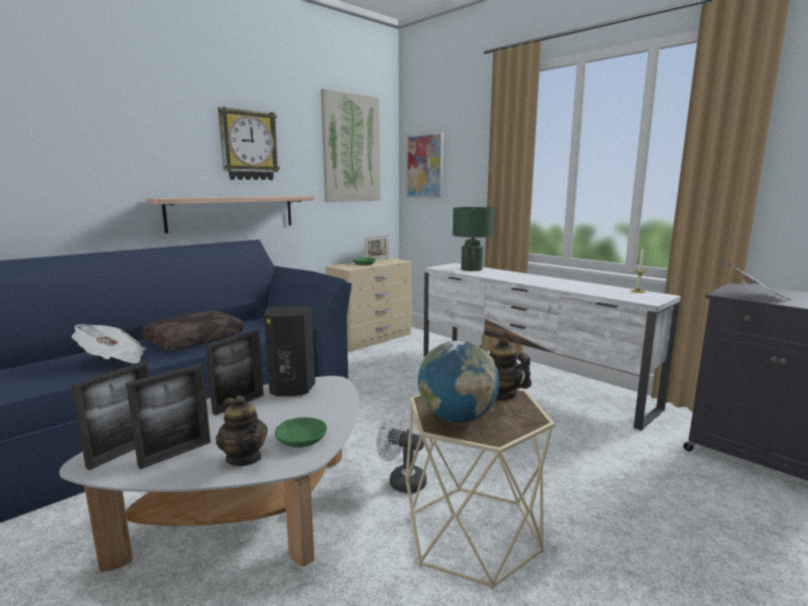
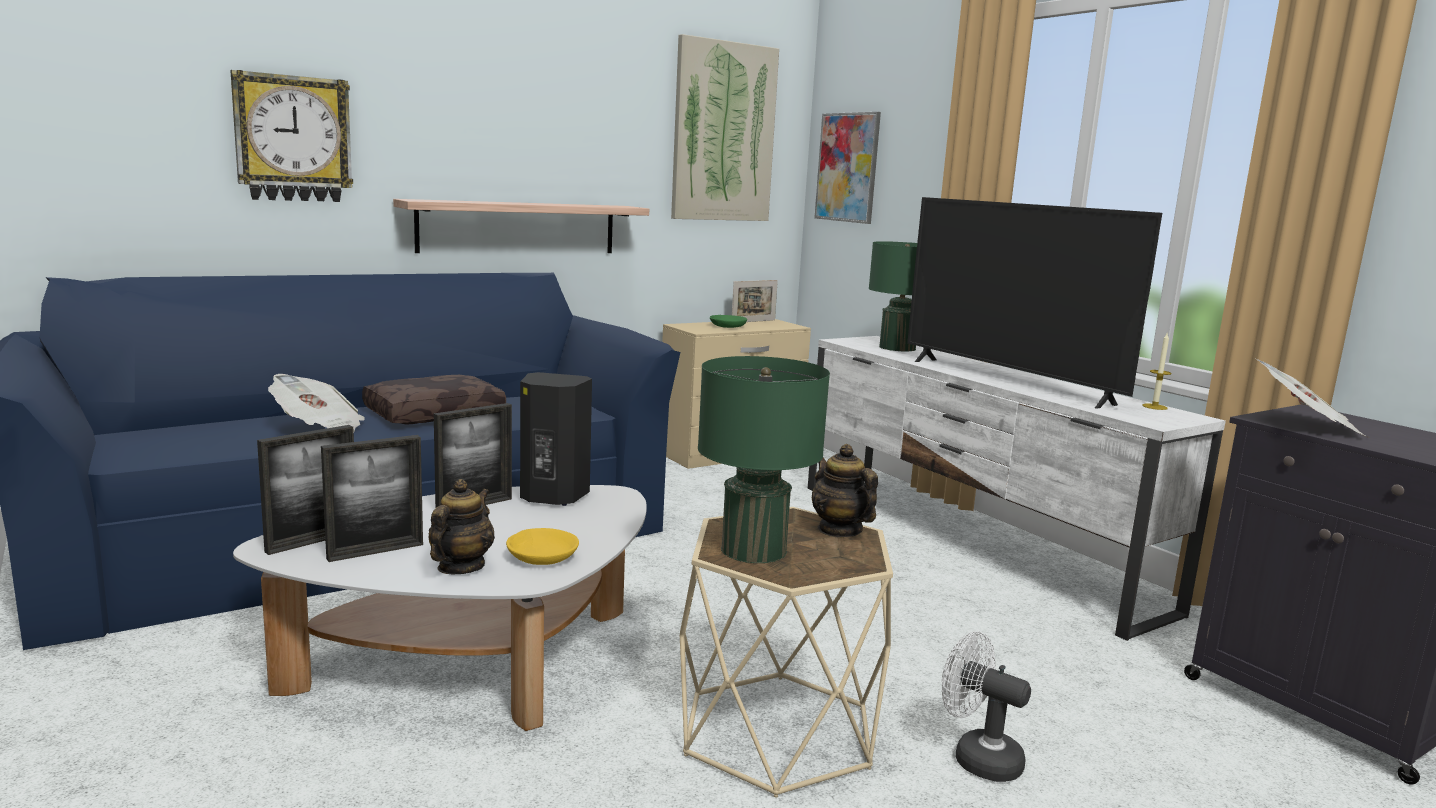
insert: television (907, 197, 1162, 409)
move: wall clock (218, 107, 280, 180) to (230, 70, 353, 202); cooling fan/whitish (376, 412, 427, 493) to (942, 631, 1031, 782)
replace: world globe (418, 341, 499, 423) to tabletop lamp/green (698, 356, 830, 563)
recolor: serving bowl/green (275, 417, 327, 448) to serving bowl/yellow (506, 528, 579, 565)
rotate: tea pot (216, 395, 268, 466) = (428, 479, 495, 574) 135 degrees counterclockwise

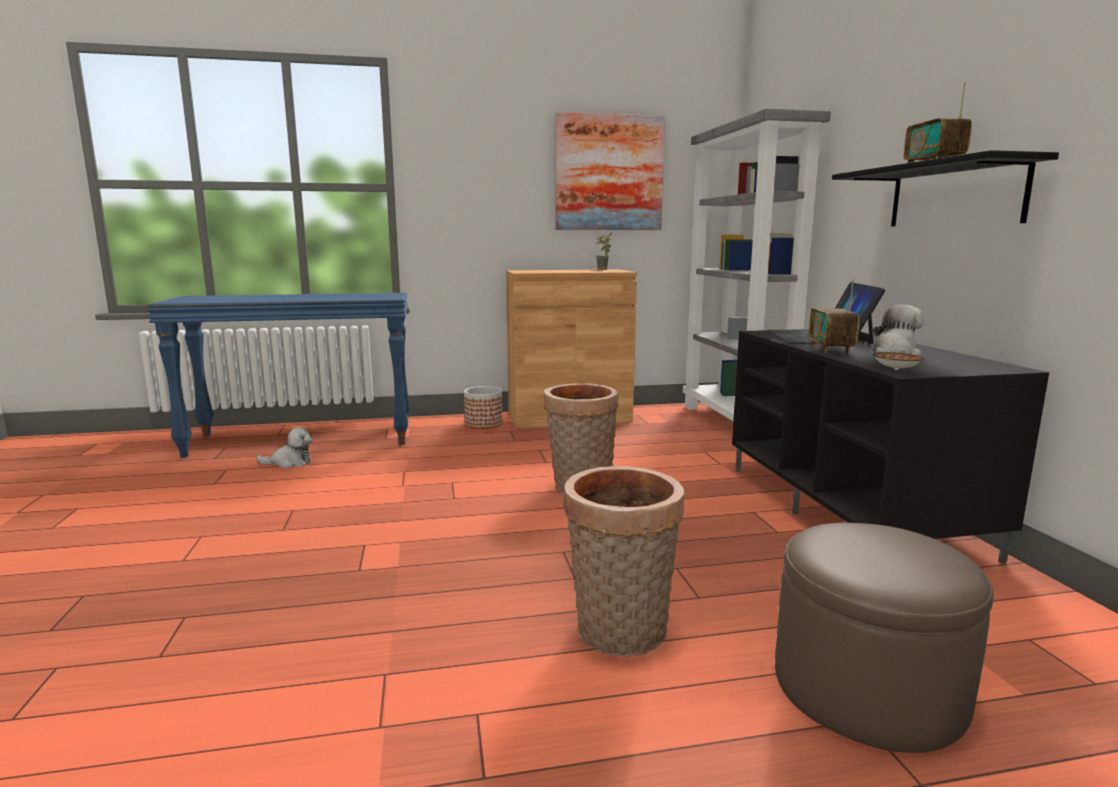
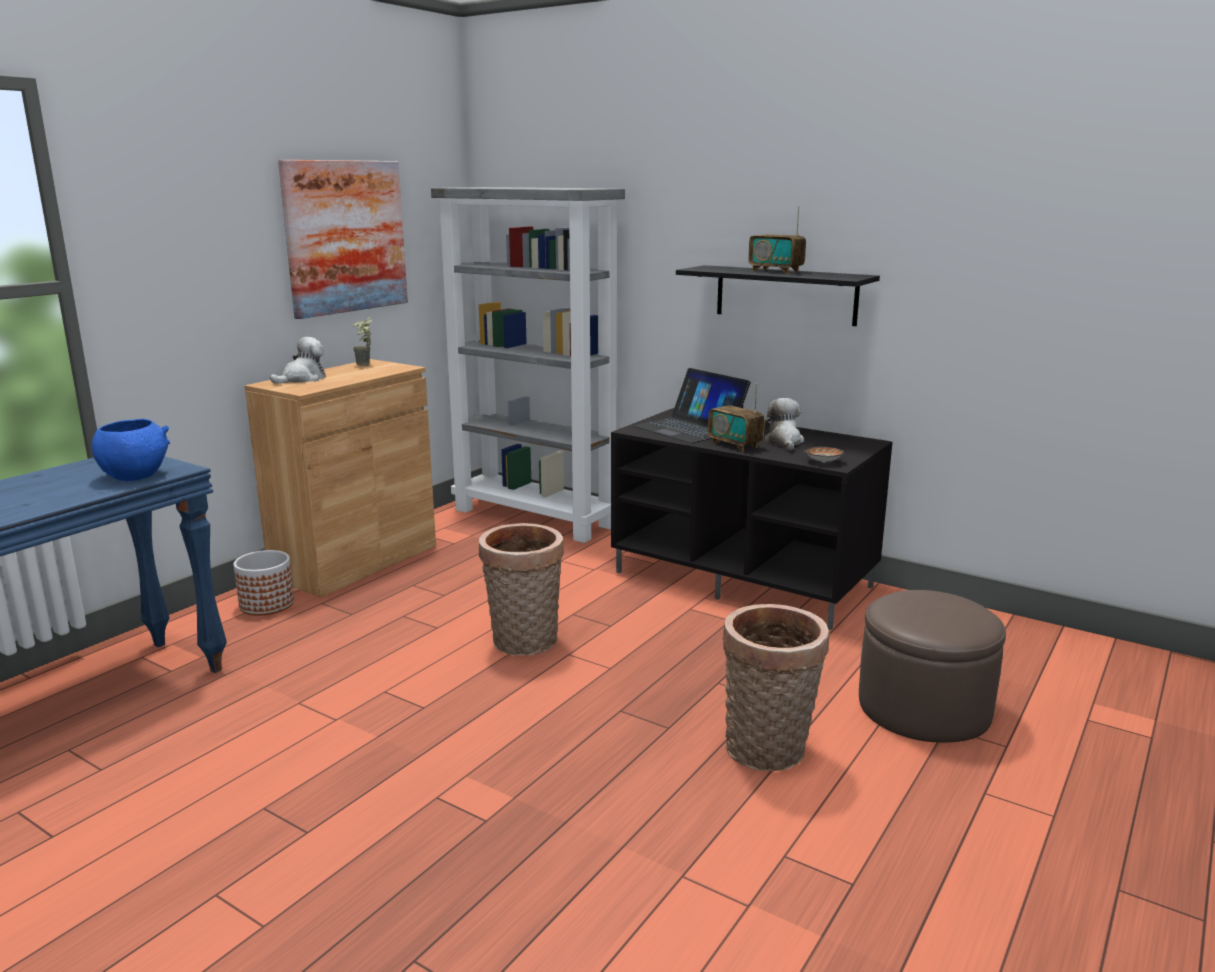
insert: serving bowl/blue (92, 419, 170, 481)
move: soft toy (257, 427, 312, 469) to (270, 337, 326, 384)

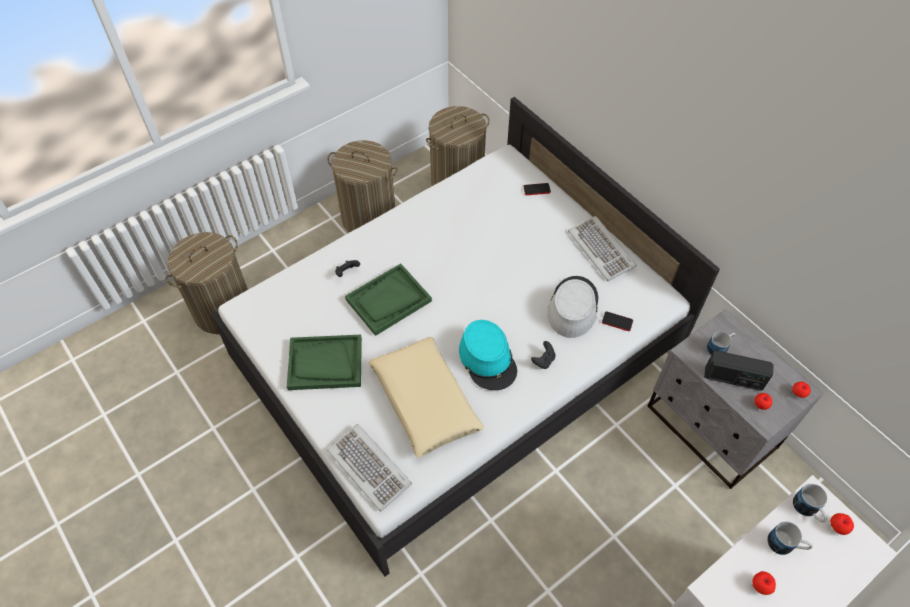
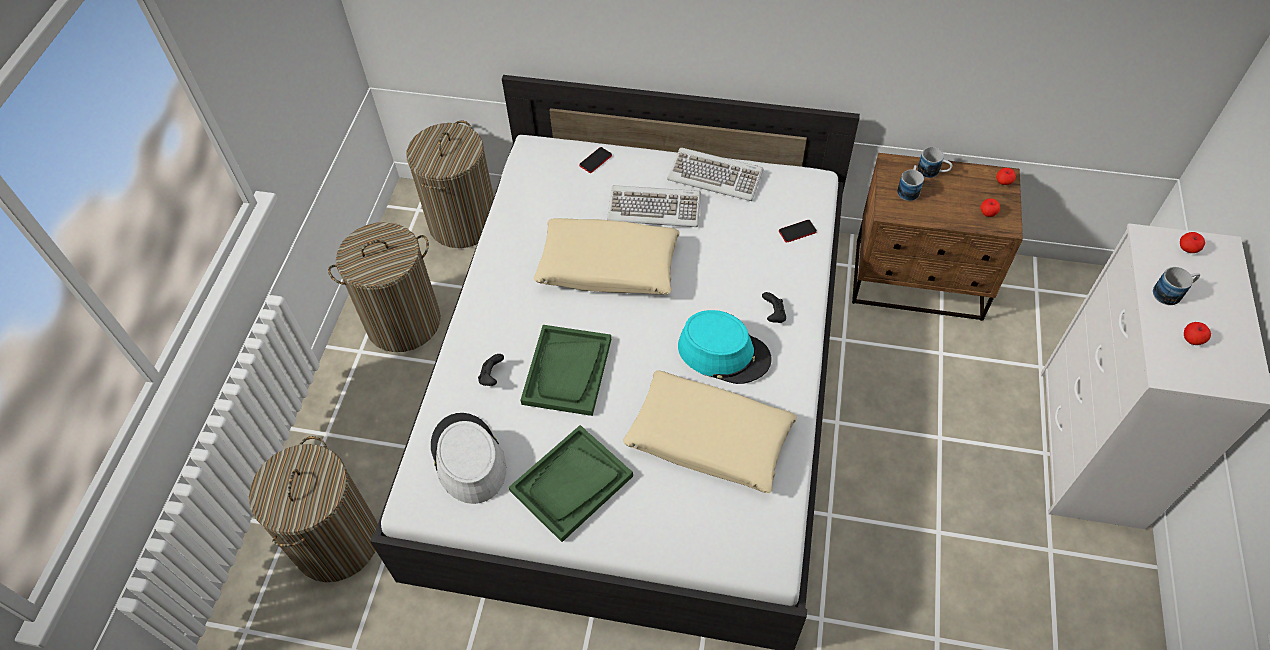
delete: radio receiver (704, 350, 774, 391)
insert: cushion/beige (533, 218, 680, 295)
move: computer keyboard (327, 424, 412, 512) to (607, 185, 701, 227); wearable hat/greyish (548, 276, 598, 338) to (431, 413, 506, 504); tea mug (793, 484, 827, 523) to (917, 147, 953, 178)
recolor: bedside table/greyish (648, 309, 824, 489) to bedside table/brown-coloured (852, 153, 1023, 321)

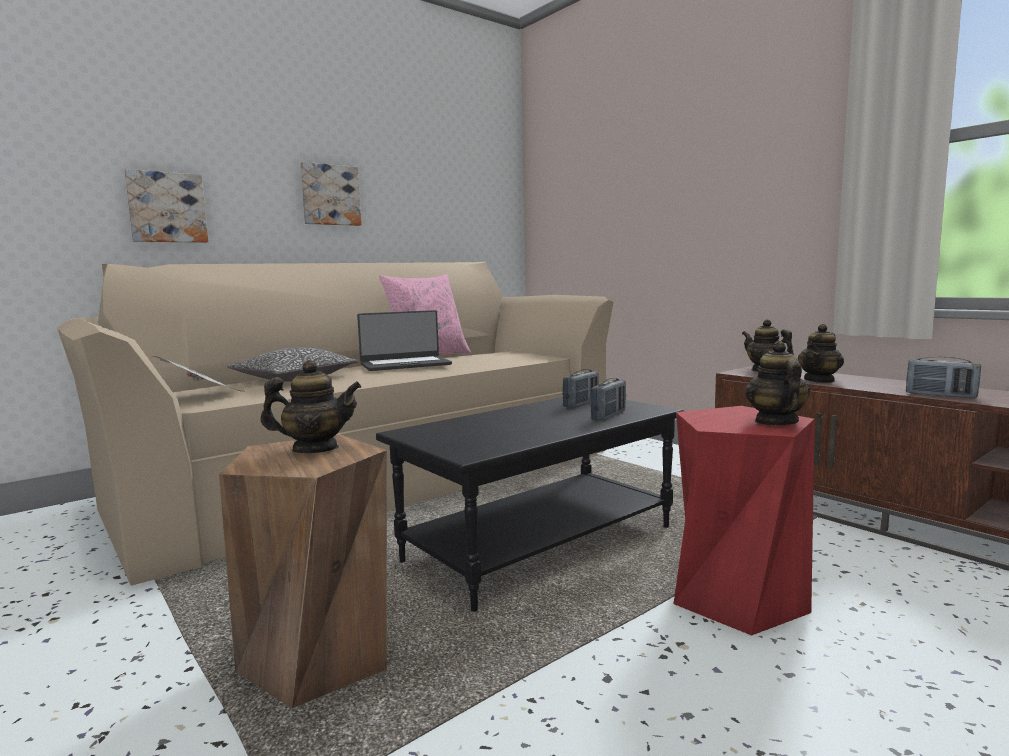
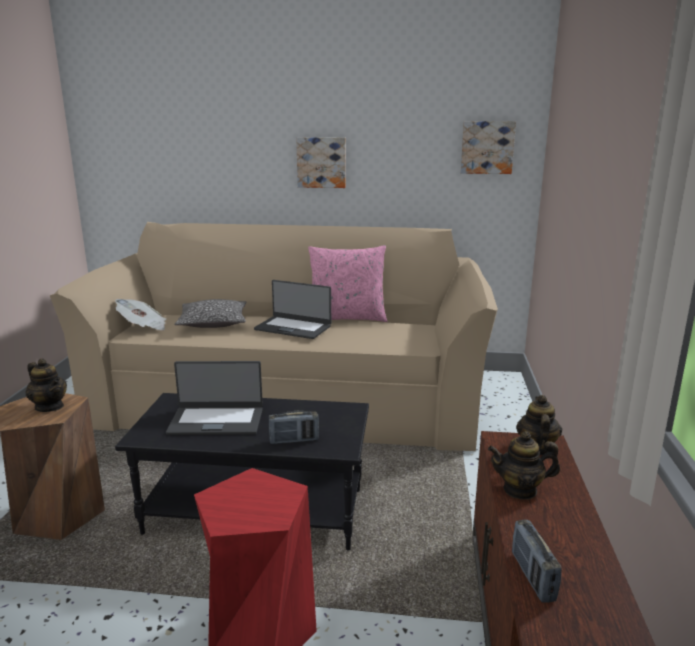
delete: radio receiver (562, 369, 599, 407); tea pot (745, 341, 810, 426)
insert: portable computer (166, 361, 263, 435)
move: wall art (124, 169, 208, 243) to (461, 121, 516, 174)

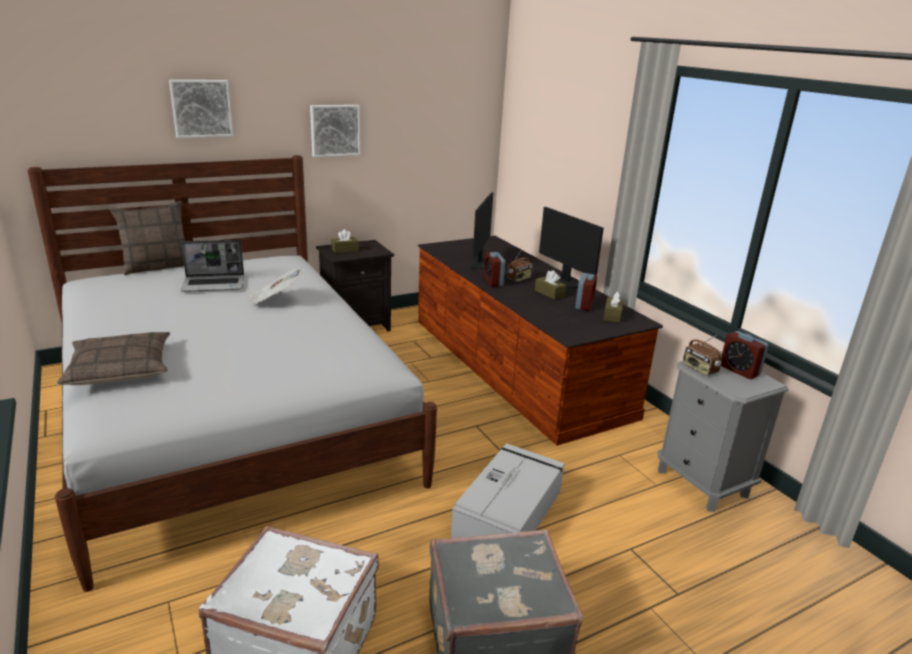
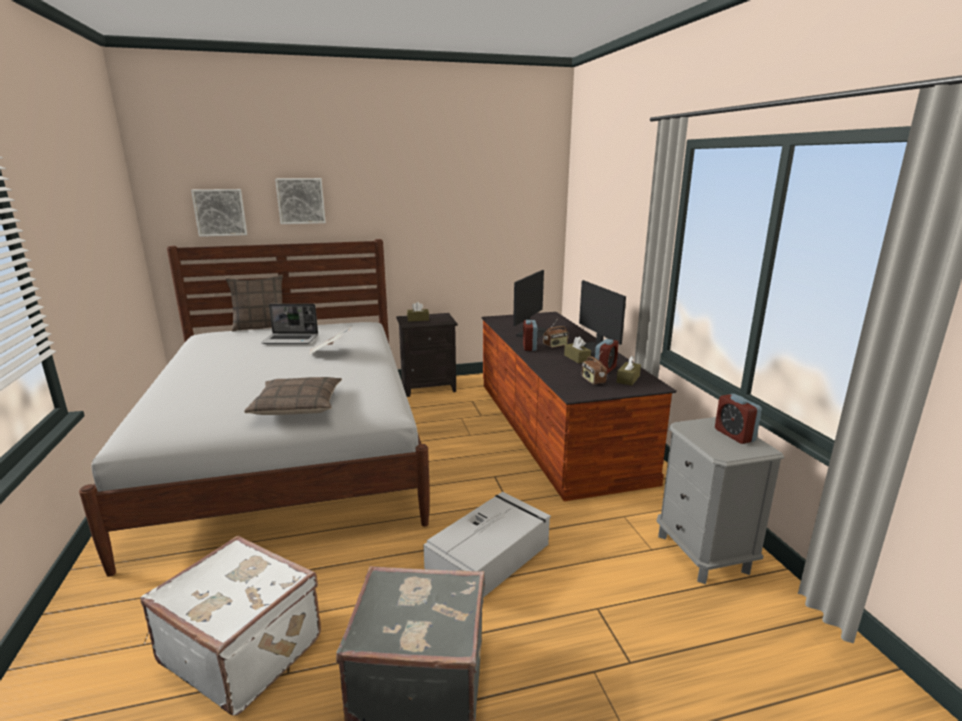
move: cushion (57, 332, 170, 385) to (244, 377, 342, 415); wall art (310, 105, 360, 157) to (191, 189, 247, 237); radio receiver (683, 335, 722, 376) to (582, 352, 607, 385)

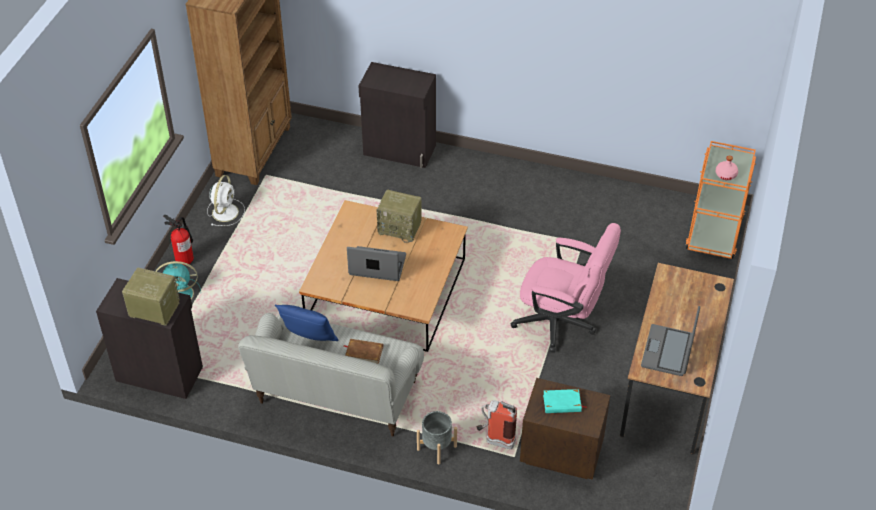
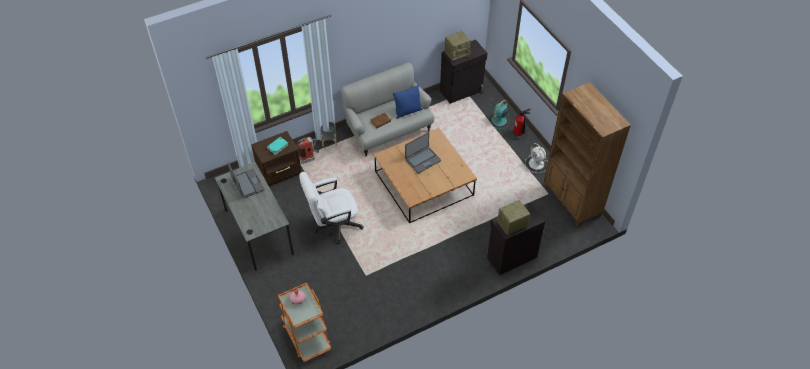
move: radio receiver (377, 190, 422, 243) to (496, 200, 530, 235)
recolor: office chair/pink (511, 223, 621, 353) to office chair/whitish (299, 172, 364, 244); desk/brown-coloured (620, 263, 734, 454) to desk/greyish (215, 162, 294, 271)

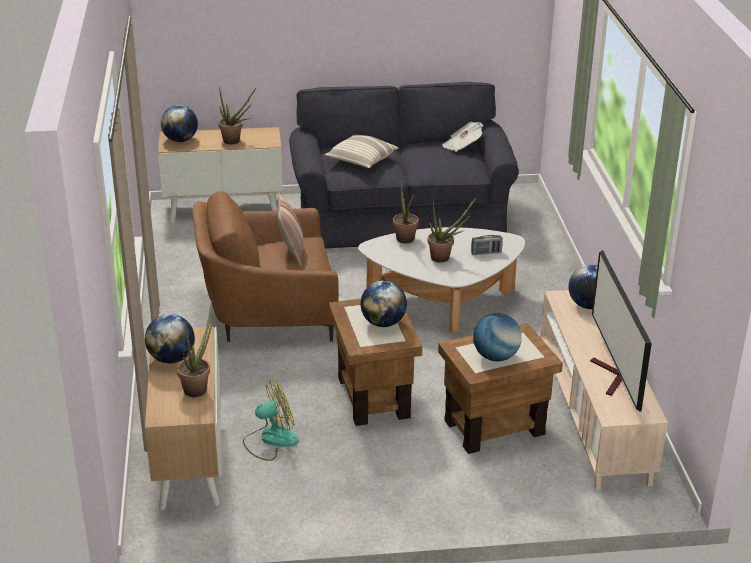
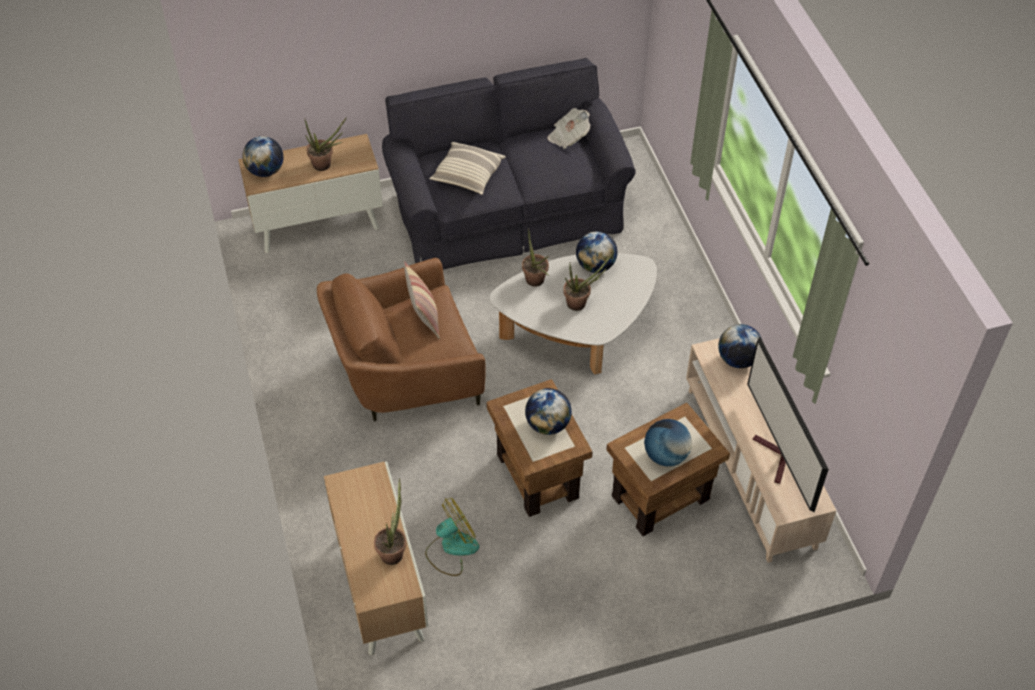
delete: radio receiver (471, 235, 503, 255)
move: world globe (145, 314, 195, 363) to (576, 231, 617, 273)

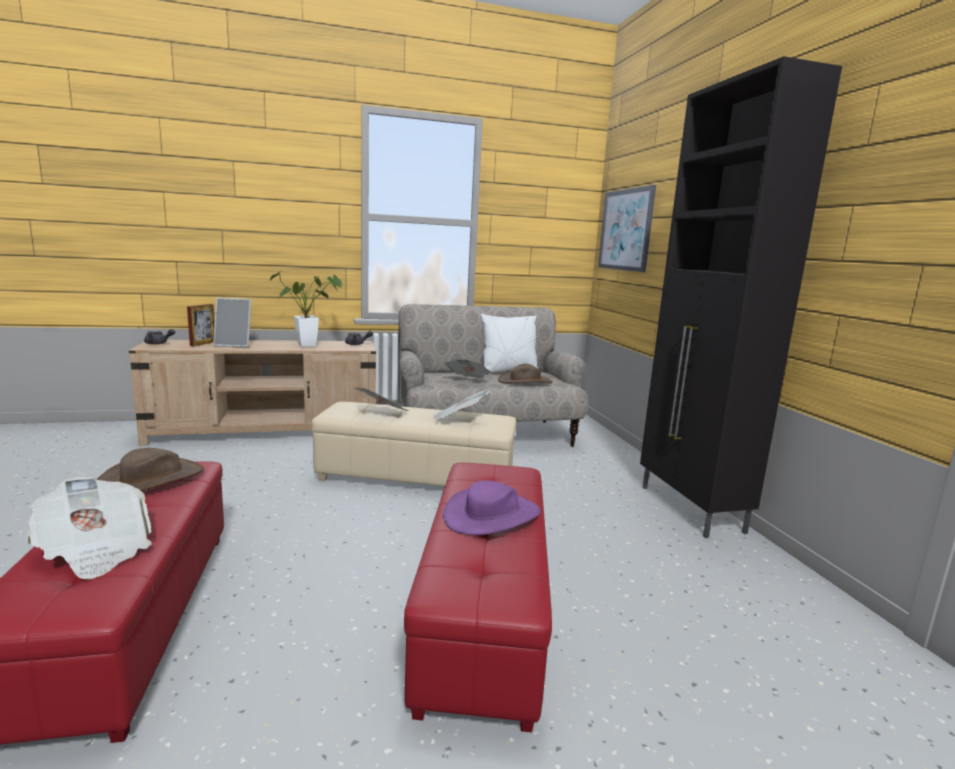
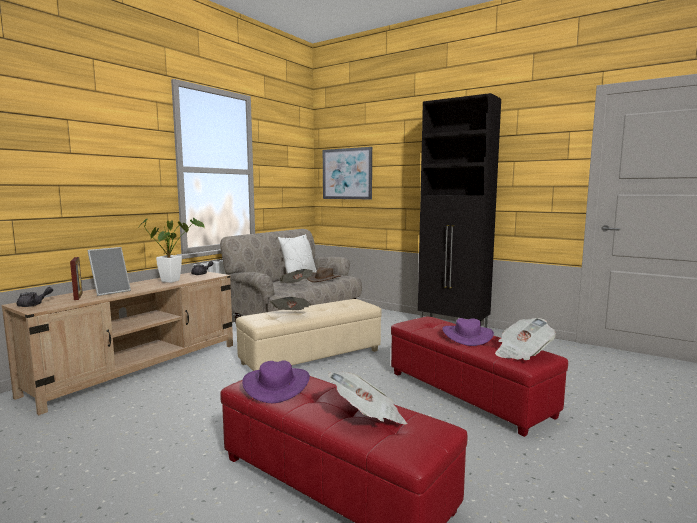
move: newspaper (433, 390, 489, 421) to (495, 318, 556, 360)
recolor: wearable hat/brown-coloured (97, 448, 204, 491) to wearable hat/purplish (242, 360, 310, 403)

